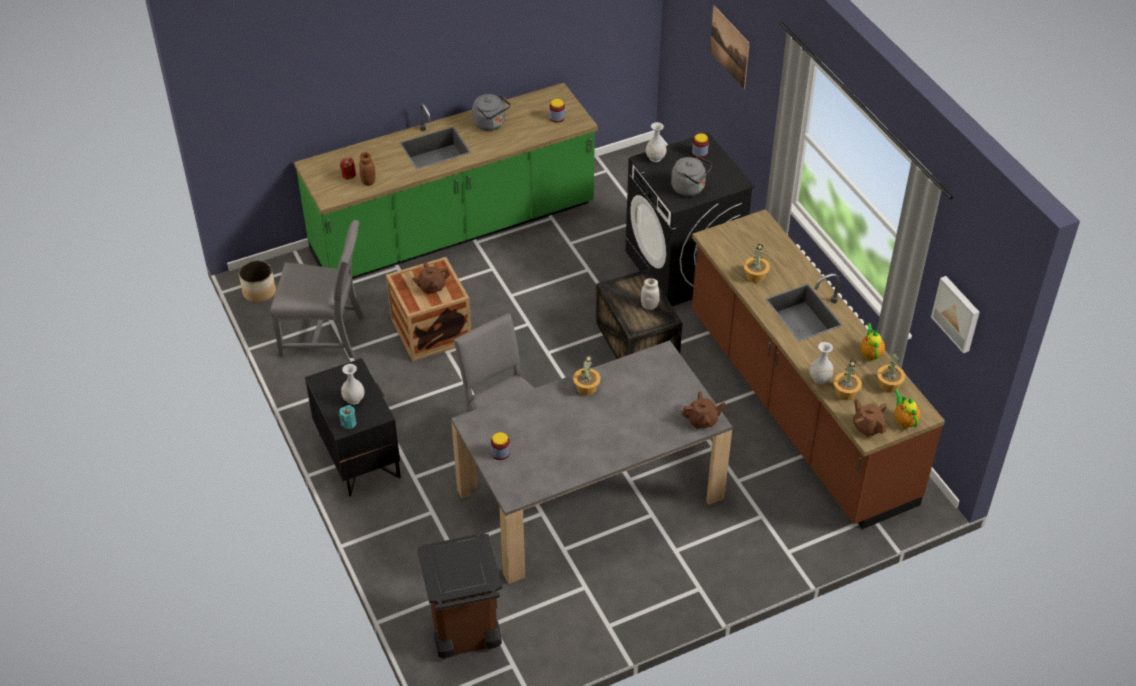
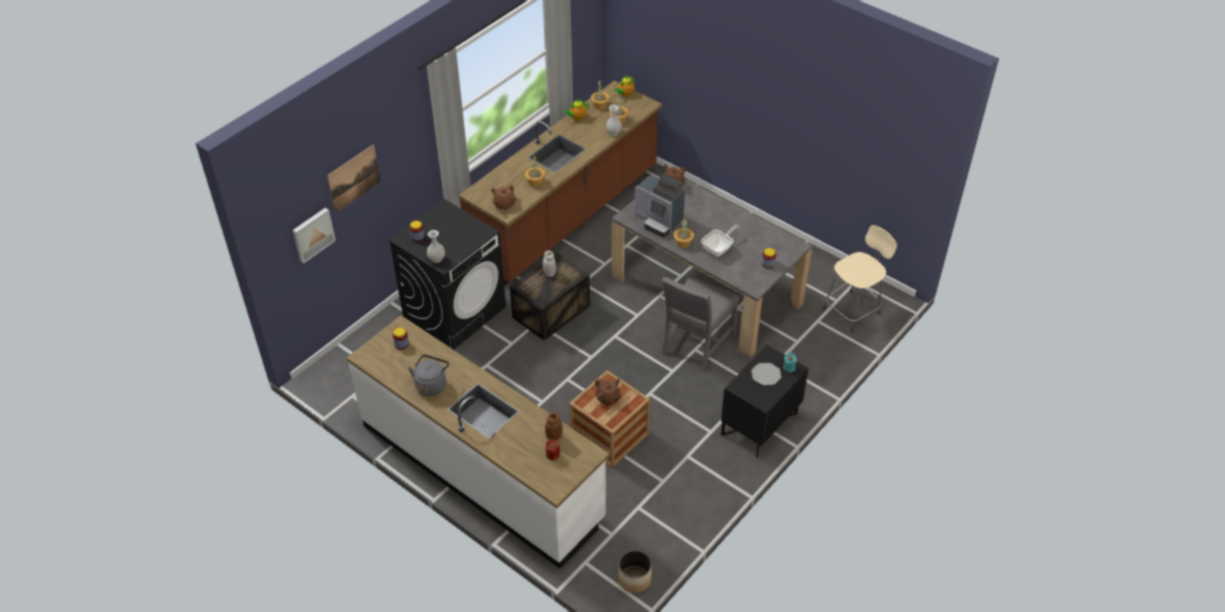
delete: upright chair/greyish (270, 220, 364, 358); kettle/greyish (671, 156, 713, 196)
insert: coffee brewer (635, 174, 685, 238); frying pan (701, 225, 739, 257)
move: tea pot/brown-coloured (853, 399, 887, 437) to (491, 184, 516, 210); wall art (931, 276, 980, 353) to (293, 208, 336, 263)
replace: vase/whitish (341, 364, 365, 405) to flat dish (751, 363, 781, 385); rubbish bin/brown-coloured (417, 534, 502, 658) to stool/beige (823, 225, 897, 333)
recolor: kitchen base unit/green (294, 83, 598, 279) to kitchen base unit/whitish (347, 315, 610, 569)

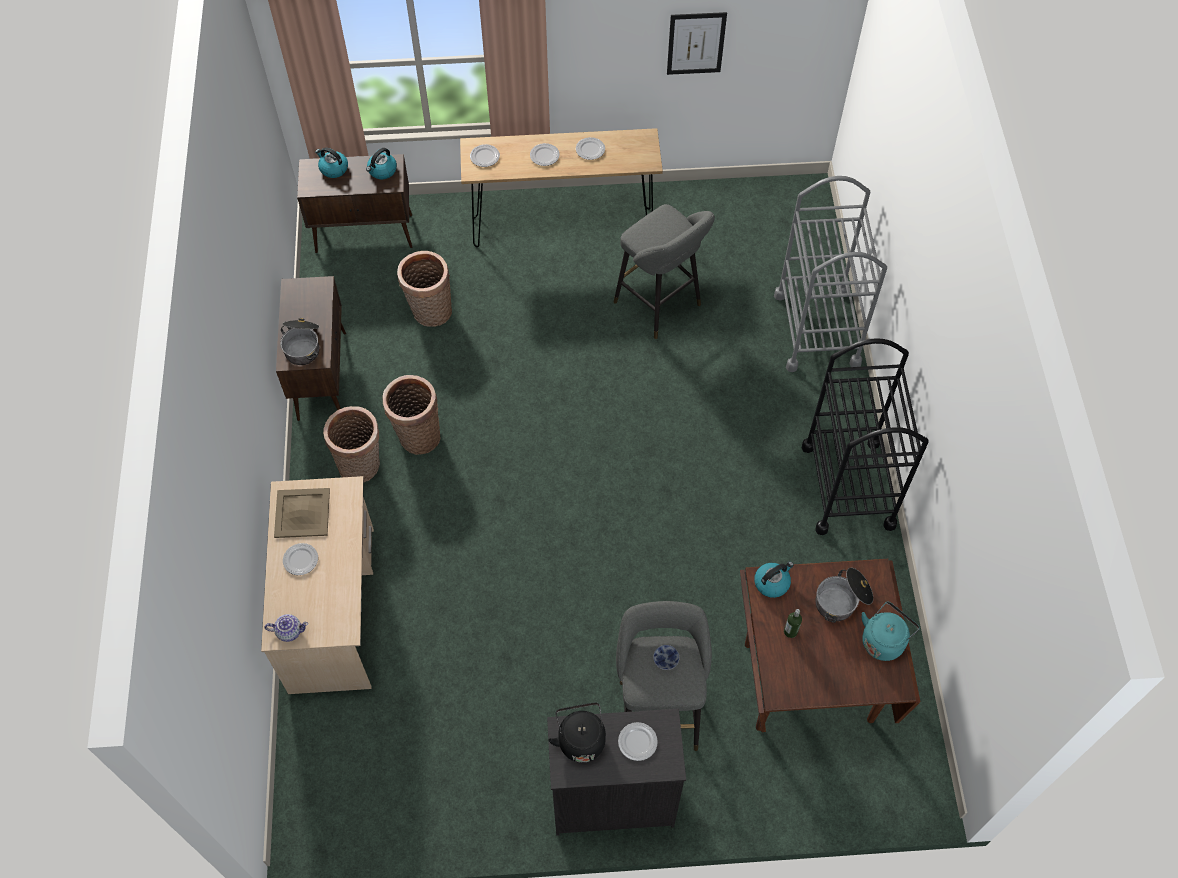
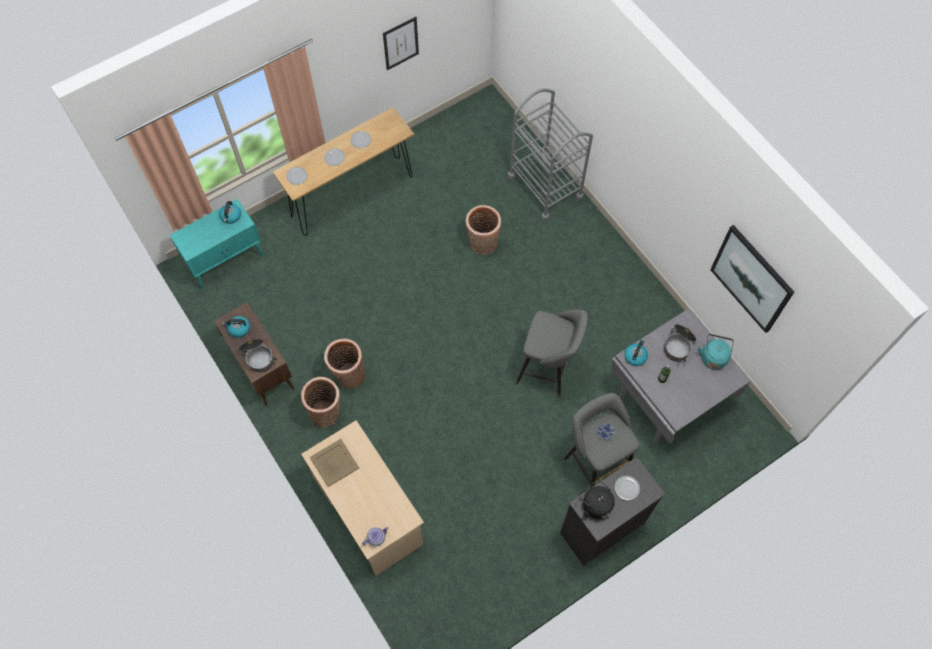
delete: flat dish (283, 543, 318, 575); wheeled cart/black-coloured (802, 338, 928, 535)
insert: wall art (710, 225, 794, 333)
move: kettle (315, 147, 348, 178) to (222, 316, 250, 338); basket (397, 251, 452, 327) to (465, 205, 501, 255); stool/greyish (614, 204, 715, 339) to (516, 309, 588, 397)
recolor: cupboard/brown-coloured (297, 154, 412, 253) to cupboard/blue-green (170, 199, 264, 290); dining table/brown-coloured (740, 559, 920, 732) to dining table/greyish (612, 309, 751, 444)

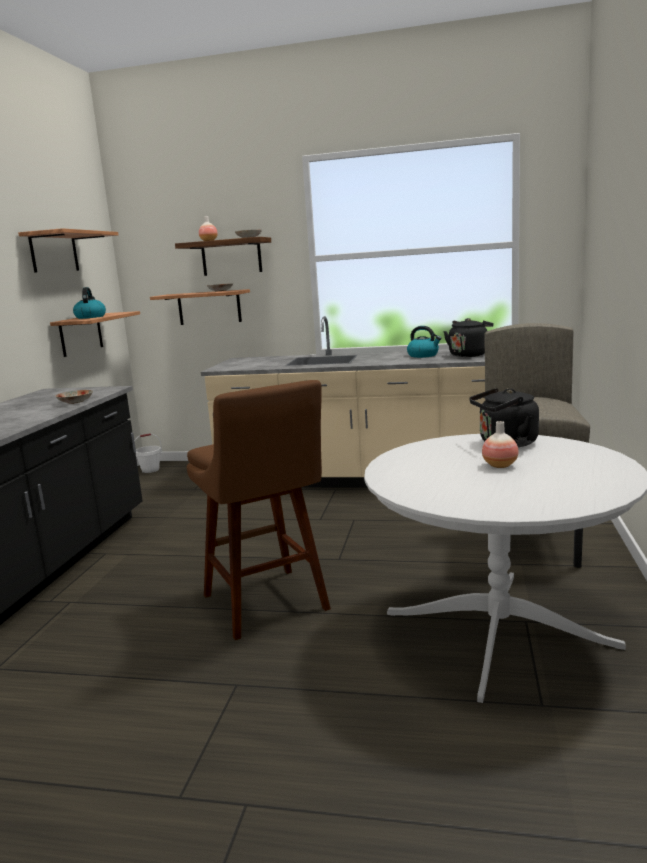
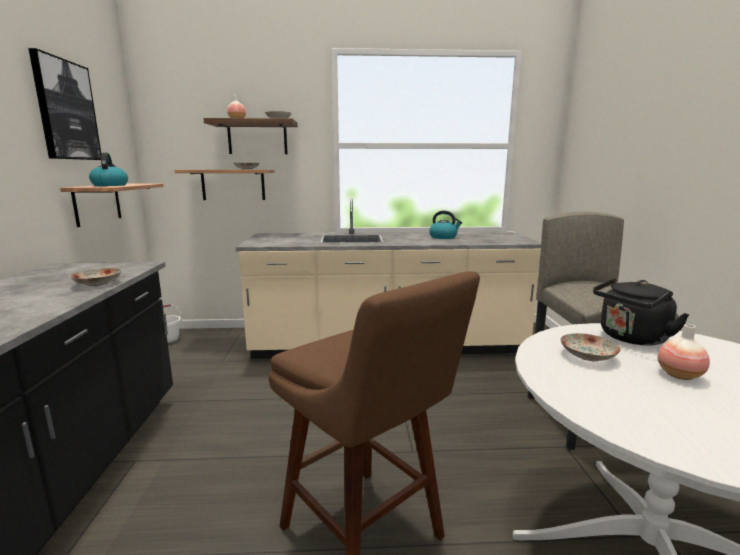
delete: kettle/black-coloured (443, 318, 493, 357)
insert: flat dish (560, 333, 621, 361)
replace: bracket shelf (18, 228, 119, 273) to wall art (28, 48, 101, 160)

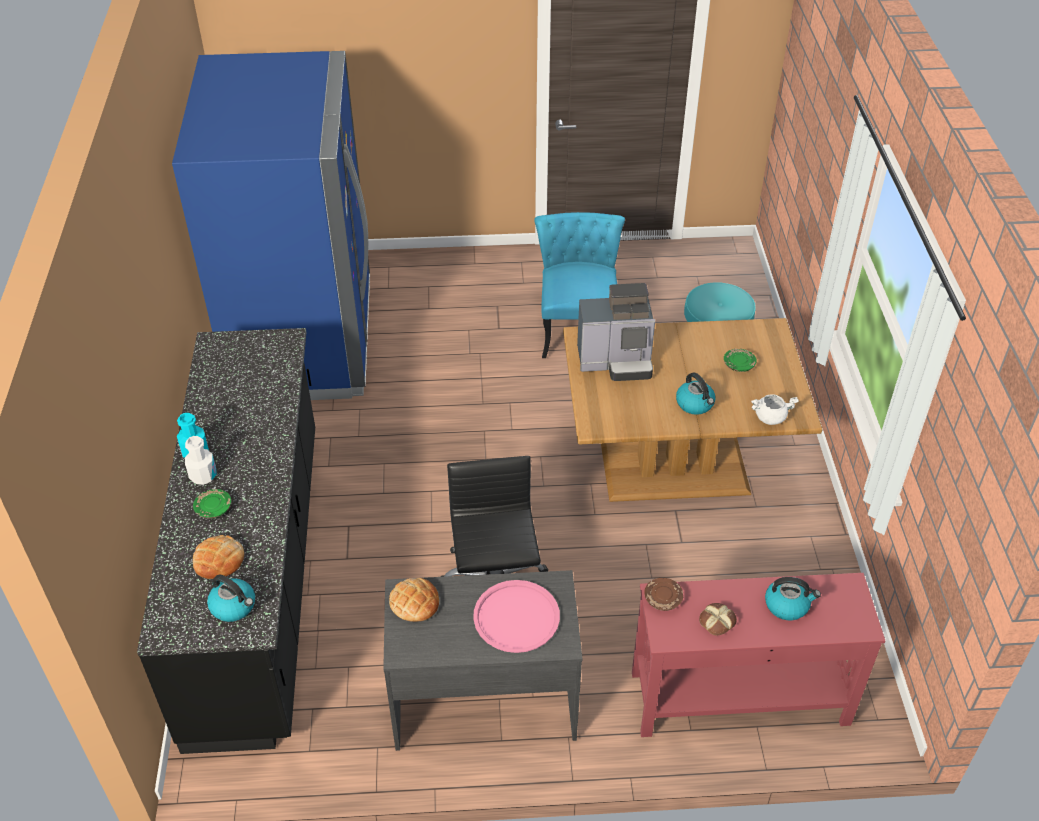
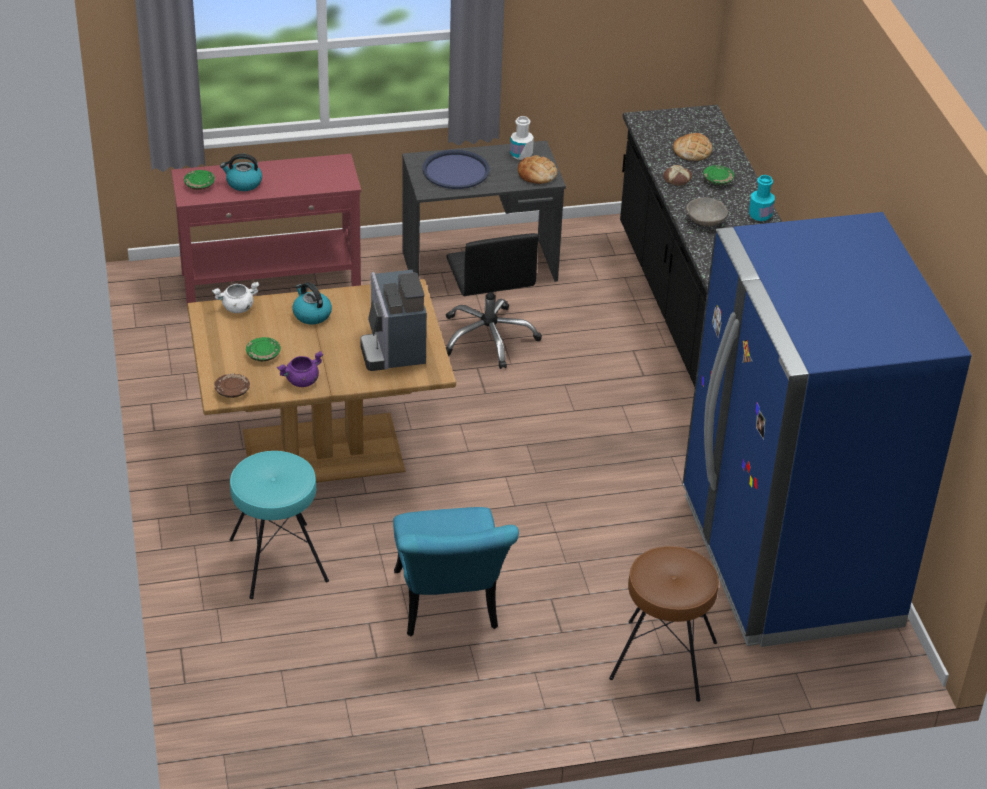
delete: kettle (207, 575, 255, 622)
insert: flat dish/green (184, 170, 215, 190); stockpot/purplish (277, 351, 323, 387); stool/brown-coloured (609, 546, 719, 702); serving bowl/greyish (686, 198, 728, 226)
move: drink bottle/whitish (185, 436, 216, 485) to (510, 116, 534, 160); flat dish/brown-coloured (644, 578, 683, 611) to (214, 374, 250, 398); baked bread (699, 603, 737, 636) to (663, 165, 692, 186)
recolor: tray/pink (473, 580, 560, 653) to tray/blue (422, 150, 490, 189)
rotate: coffee brewer (577, 283, 655, 381) = (360, 270, 427, 371) 90 degrees counterclockwise

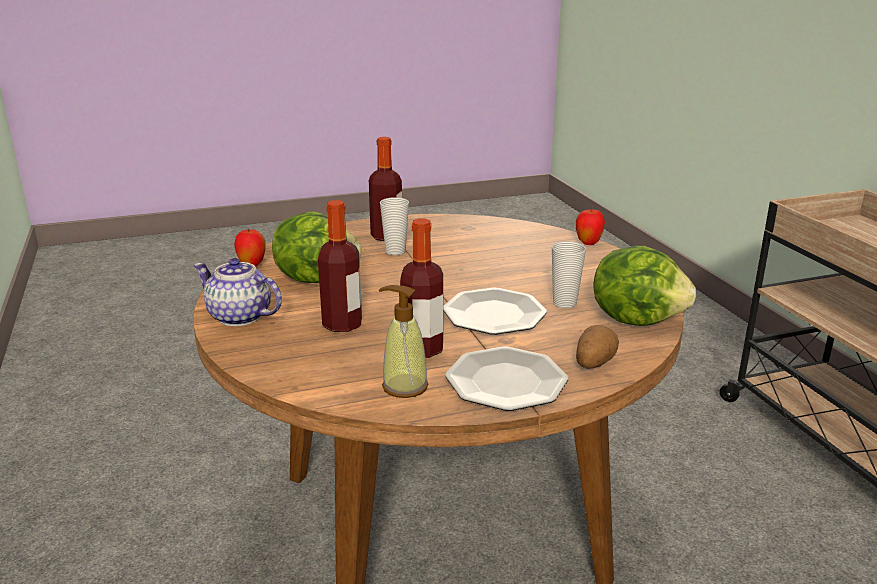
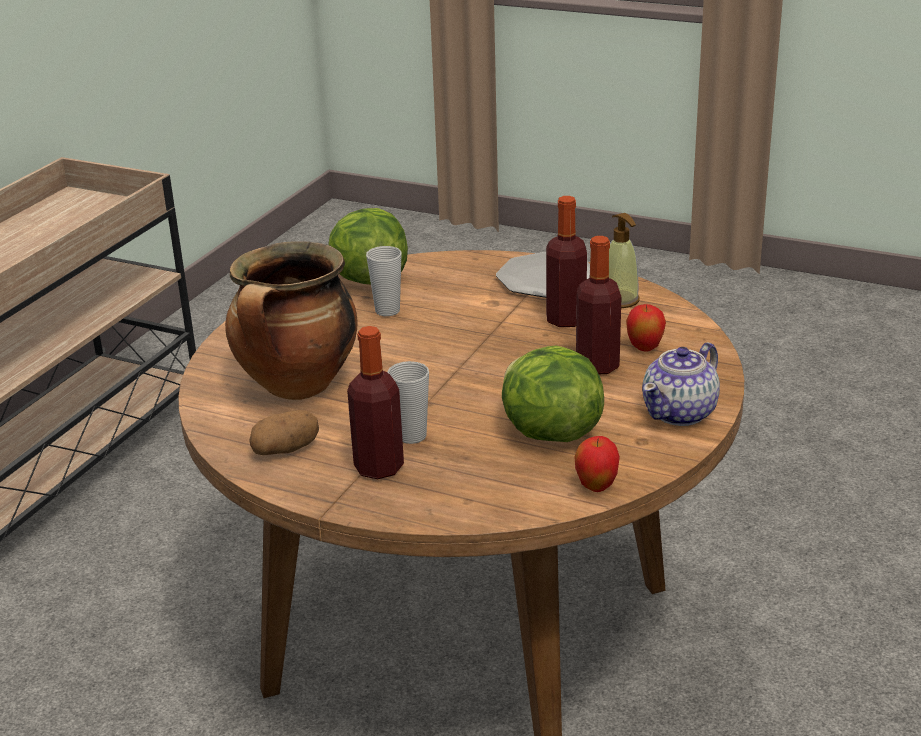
delete: flat dish (443, 288, 547, 335)
insert: stockpot (225, 241, 358, 400)
move: apple fruit (576, 209, 605, 245) to (626, 304, 666, 352); spud (576, 325, 619, 369) to (249, 410, 319, 455)
rotate: tea pot (194, 258, 282, 326) = (642, 342, 720, 426) 60 degrees clockwise

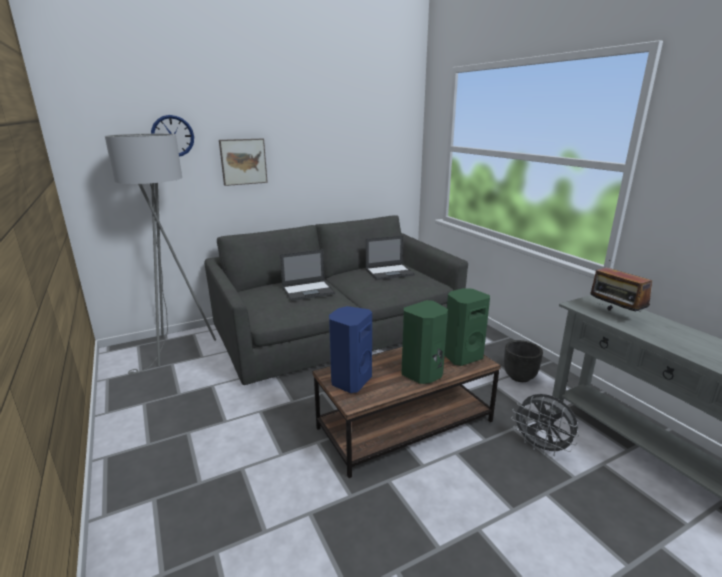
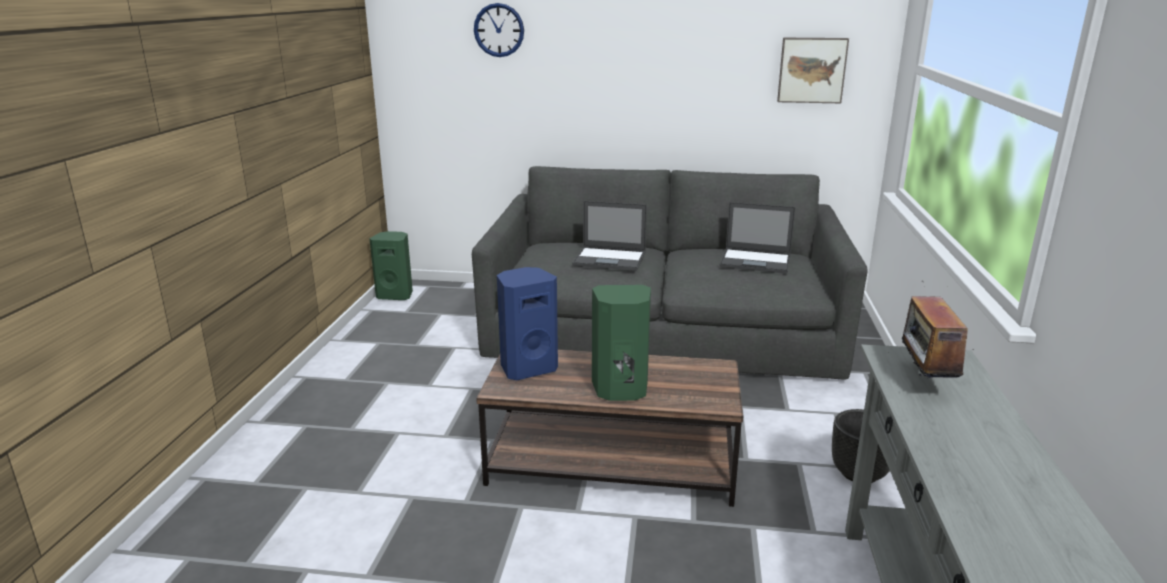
delete: floor lamp/greyish (105, 134, 216, 374); cooling fan/greyish (511, 394, 579, 456)
move: wall art (219, 139, 268, 186) to (777, 38, 849, 103); loudspeaker/green (445, 288, 490, 366) to (369, 231, 413, 300)

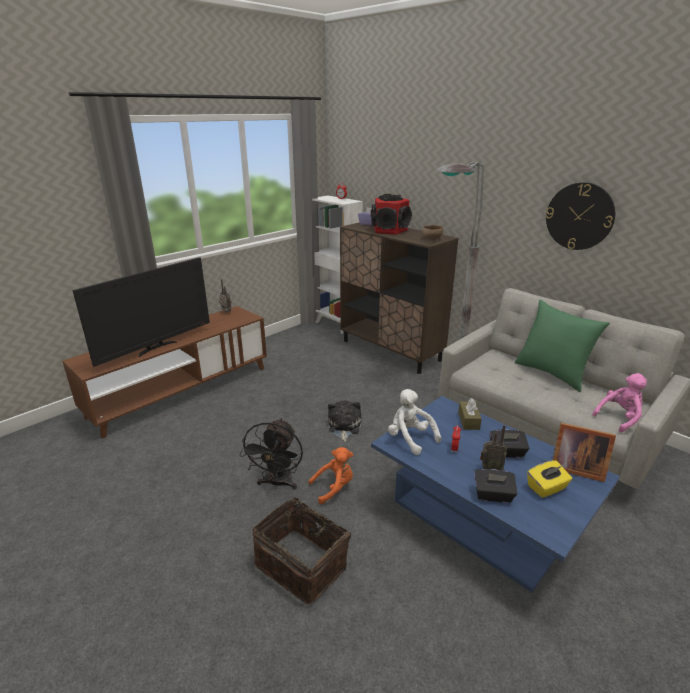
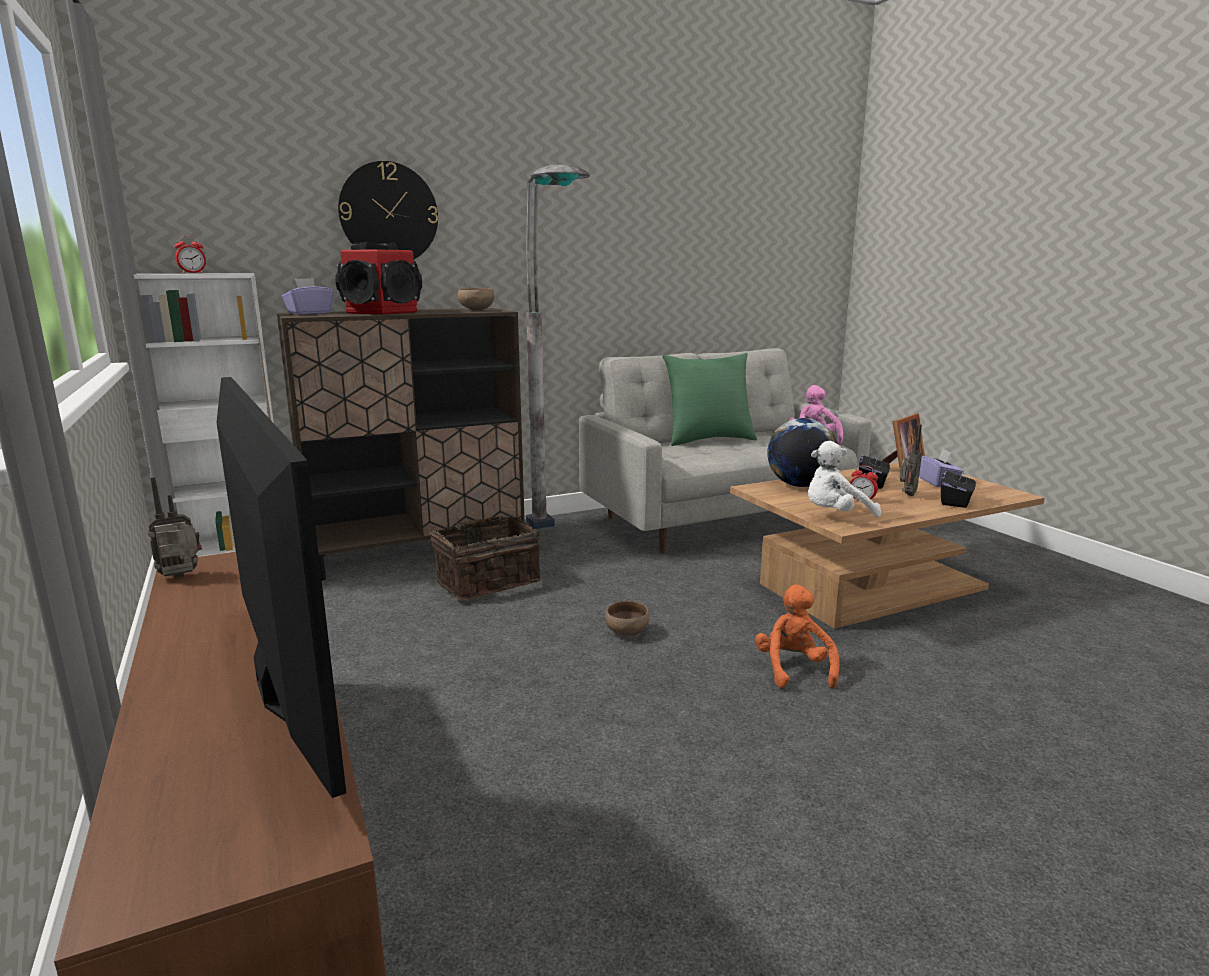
delete: cooling fan/black-coloured (240, 418, 303, 490)
move: basket (253, 497, 351, 604) to (429, 516, 541, 600); wall clock (546, 182, 615, 250) to (338, 161, 438, 259)
replace: soft toy (328, 400, 361, 442) to serving bowl/brown-coloured (605, 601, 649, 636); tissue box/brown-coloured (458, 398, 482, 430) to world globe (767, 418, 838, 487)
recolor: coffee table/blue (371, 396, 620, 592) to coffee table/brown-coloured (730, 462, 1045, 629); tissue box/yellow (527, 461, 572, 498) to tissue box/purplish (919, 449, 964, 487)

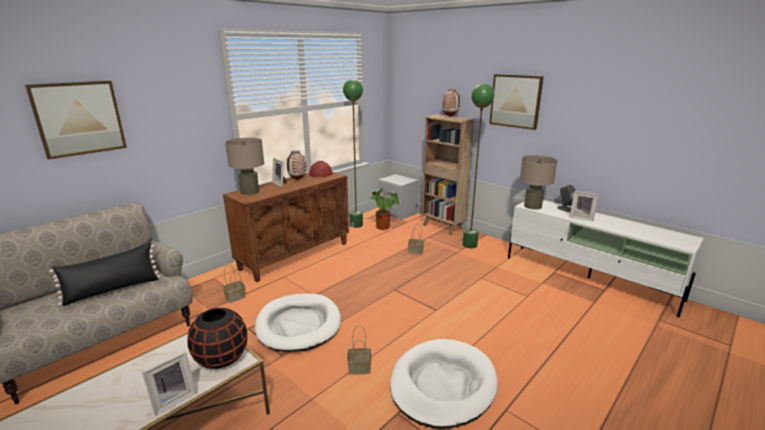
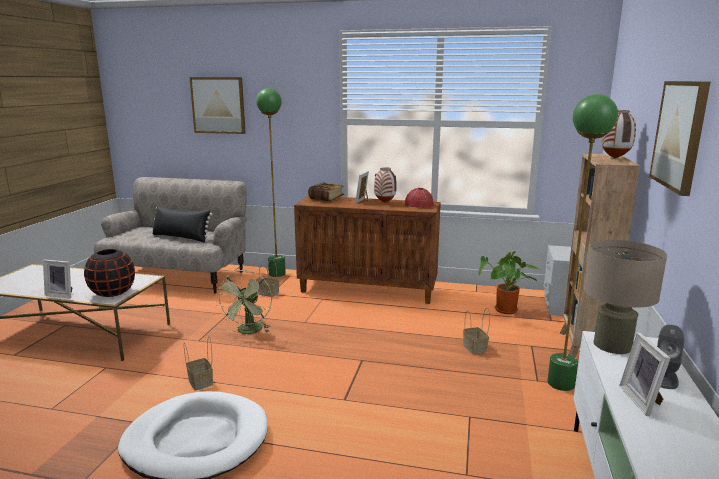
move: floor lamp/green (343, 79, 363, 228) to (256, 88, 286, 277)
replace: tabletop lamp/beige (225, 138, 264, 195) to bound book (308, 182, 344, 202); dog bed/whitish (255, 293, 341, 352) to cooling fan/green (217, 270, 272, 334)

